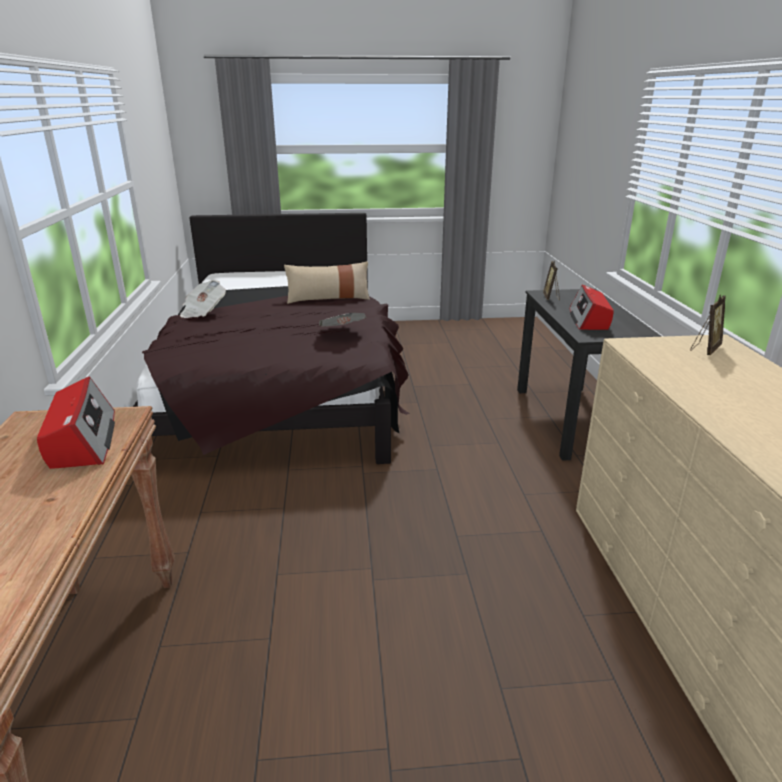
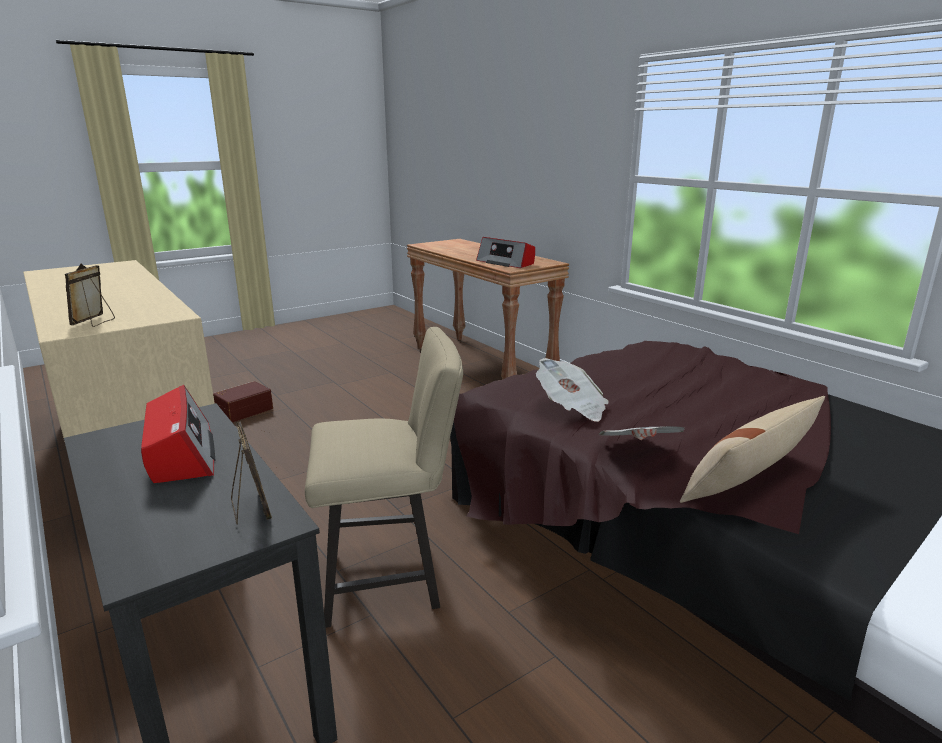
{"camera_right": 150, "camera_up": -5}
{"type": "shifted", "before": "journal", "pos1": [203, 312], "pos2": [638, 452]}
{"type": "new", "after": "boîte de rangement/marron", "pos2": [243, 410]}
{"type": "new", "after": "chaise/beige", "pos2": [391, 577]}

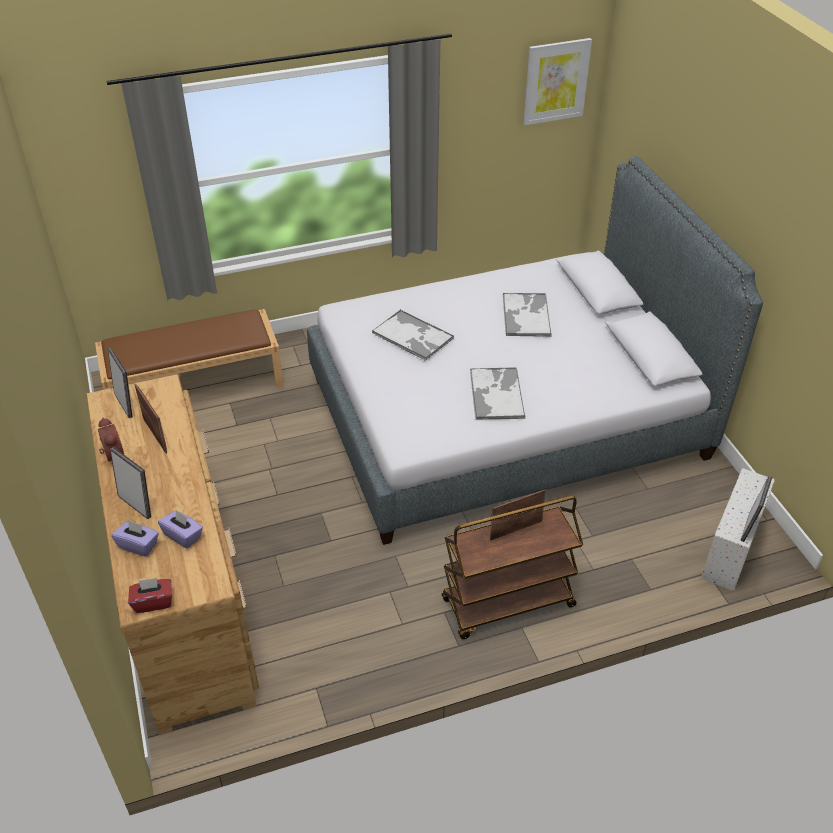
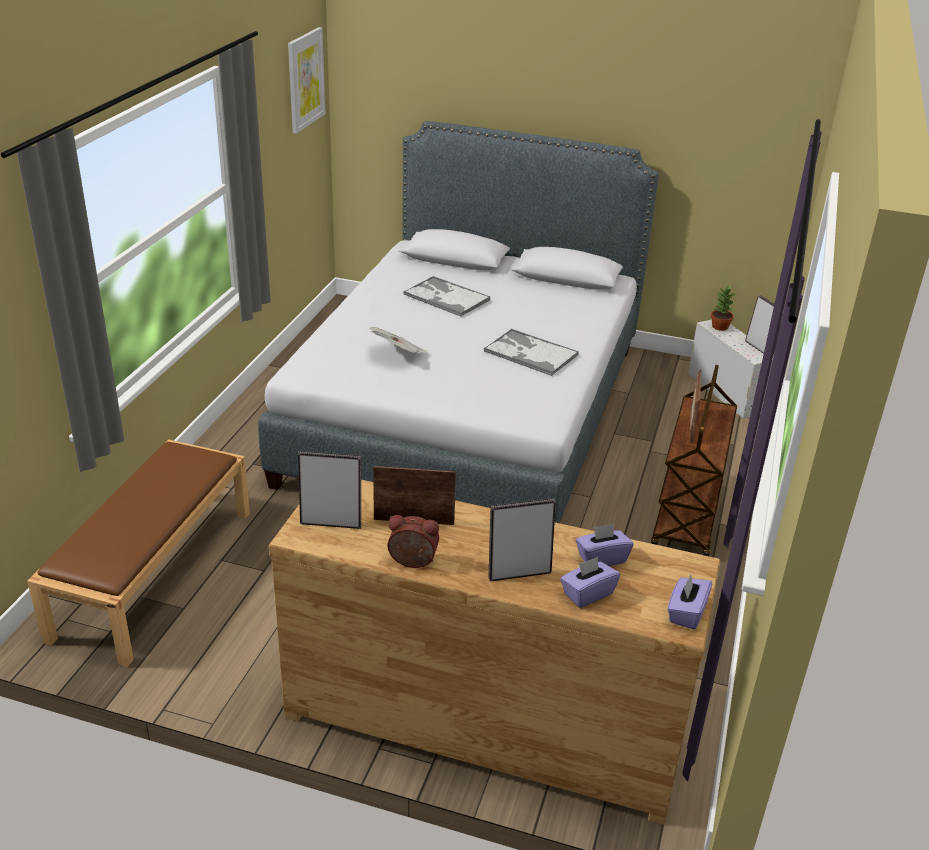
{"camera_right": -55, "camera_up": -10}
{"type": "repainted", "before": "boîte à mouchoirs/rouge", "after": "boîte à mouchoirs/violet", "pos1": [153, 602], "pos2": [686, 613]}
{"type": "swapped", "before": "plateau", "after": "journal", "pos1": [413, 336], "pos2": [398, 354]}
{"type": "new", "after": "plante en pot", "pos2": [719, 327]}

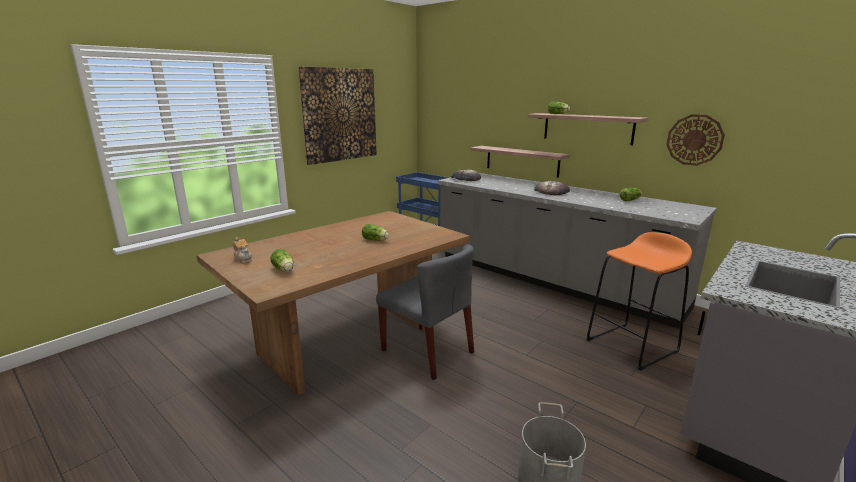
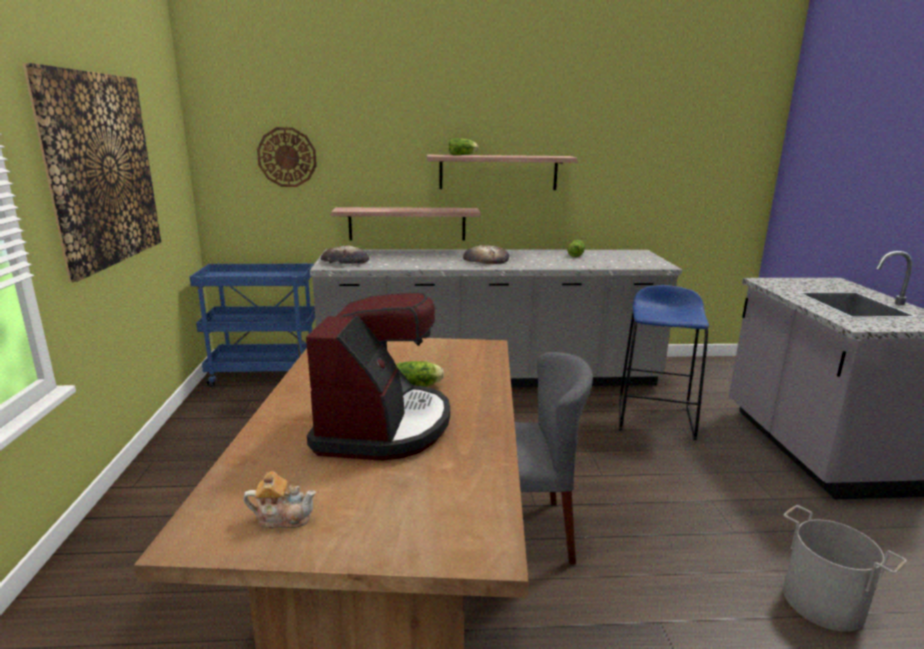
{"camera_right": -45, "camera_up": 0}
{"type": "gone", "before": "laitue", "pos1": [284, 270]}
{"type": "repainted", "before": "tabouret/orange", "after": "tabouret/bleu", "pos1": [632, 345], "pos2": [655, 418]}
{"type": "shifted", "before": "horloge murale", "pos1": [694, 140], "pos2": [287, 157]}
{"type": "new", "after": "machine à café", "pos2": [383, 426]}

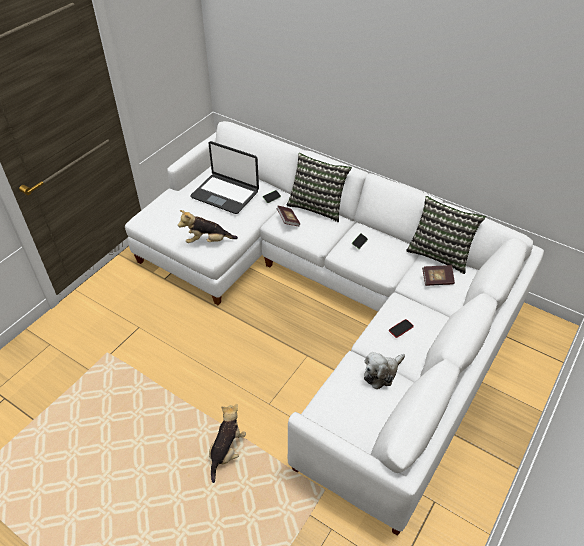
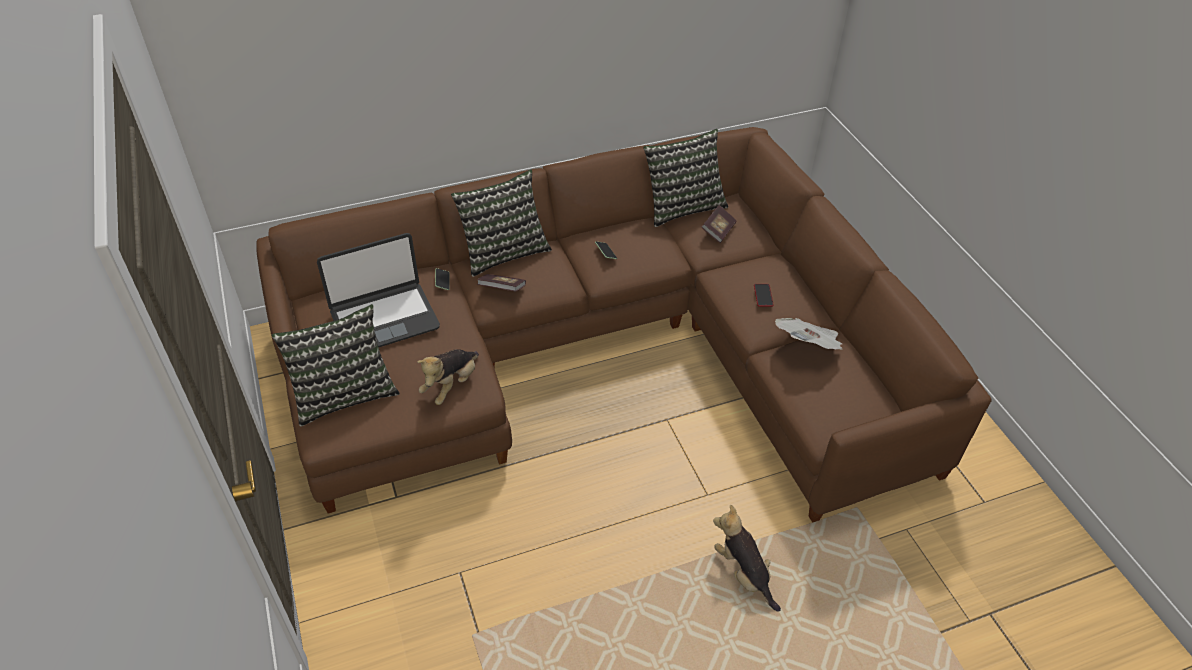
{"camera_right": -55, "camera_up": 0}
{"type": "repainted", "before": "canapé/blanc", "after": "canapé/marron", "pos1": [330, 301], "pos2": [604, 352]}
{"type": "swapped", "before": "peluche", "after": "journal", "pos1": [382, 373], "pos2": [808, 346]}
{"type": "new", "after": "coussin", "pos2": [344, 393]}

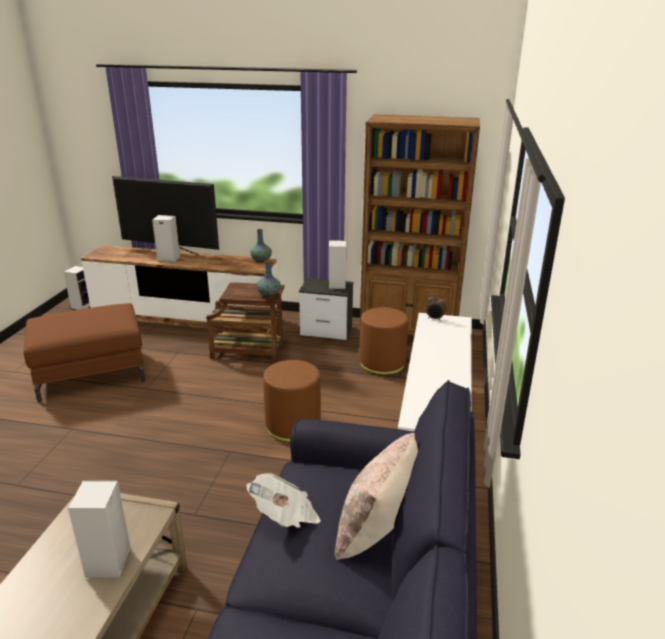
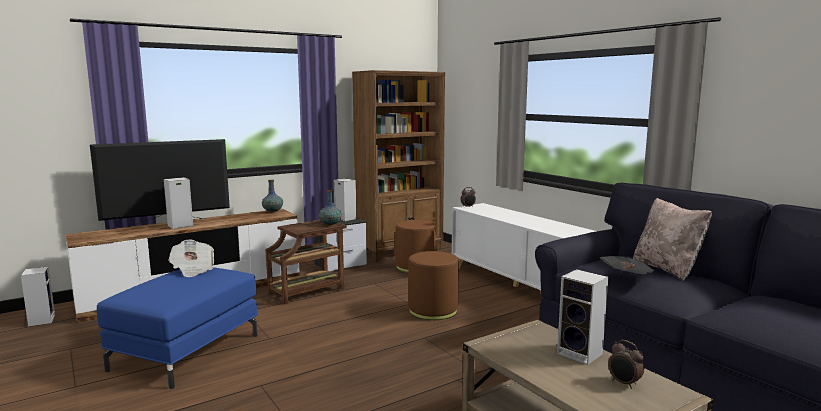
{"camera_right": -45, "camera_up": -15}
{"type": "repainted", "before": "pouf/marron", "after": "pouf/bleu", "pos1": [91, 373], "pos2": [186, 351]}
{"type": "new", "after": "journal", "pos2": [193, 270]}
{"type": "new", "after": "réveil", "pos2": [624, 383]}

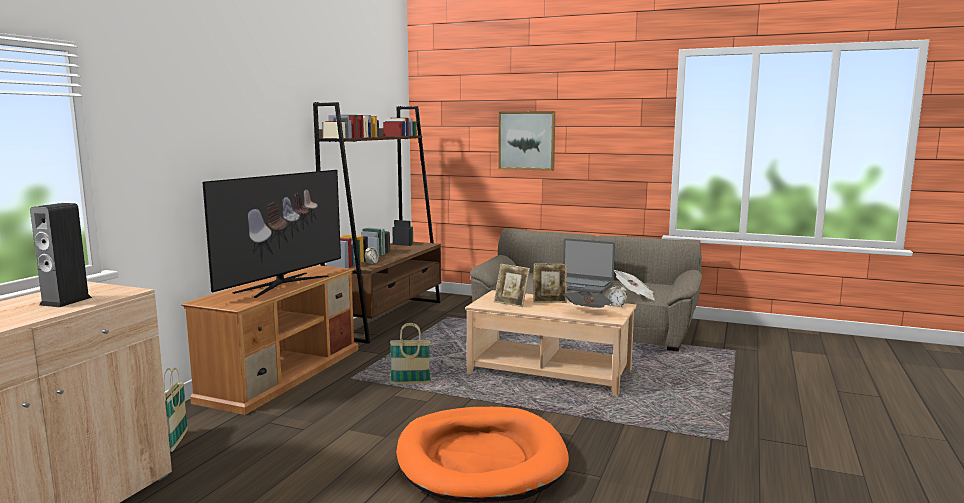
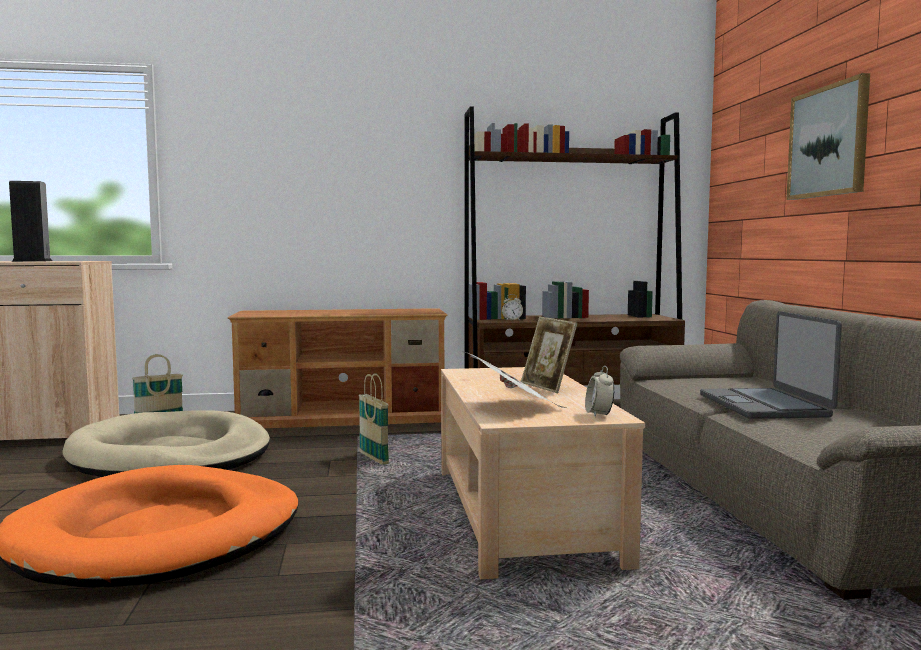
{"camera_right": 60, "camera_up": -5}
{"type": "gone", "before": "téléviseur", "pos1": [281, 284]}
{"type": "gone", "before": "cadre photo", "pos1": [511, 303]}
{"type": "gone", "before": "journal", "pos1": [634, 296]}
{"type": "new", "after": "panier pour chien/beige", "pos2": [171, 455]}

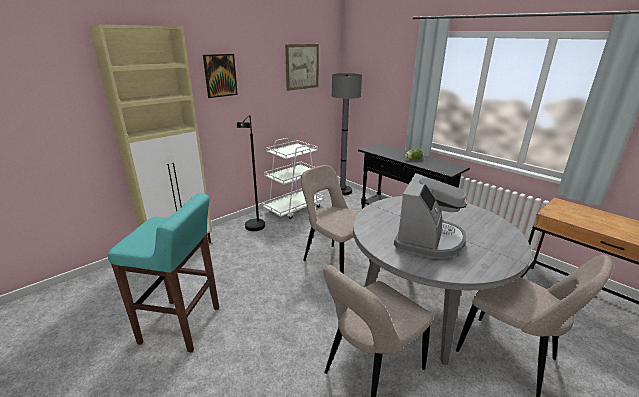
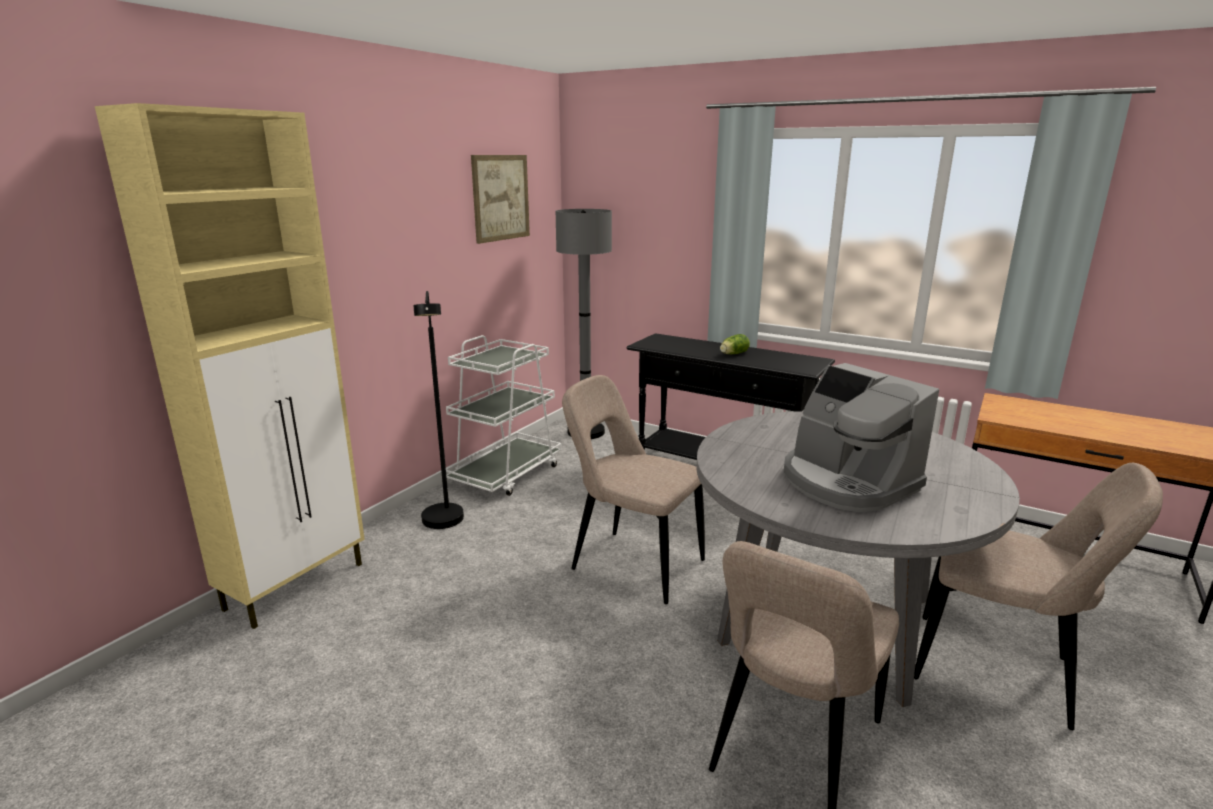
{"camera_right": -15, "camera_up": -5}
{"type": "gone", "before": "tabouret/turquoise", "pos1": [182, 325]}
{"type": "gone", "before": "tableau", "pos1": [220, 75]}
{"type": "rotated", "before": "machine à café", "pos1": [428, 240], "pos2": [846, 482], "turn": 135}

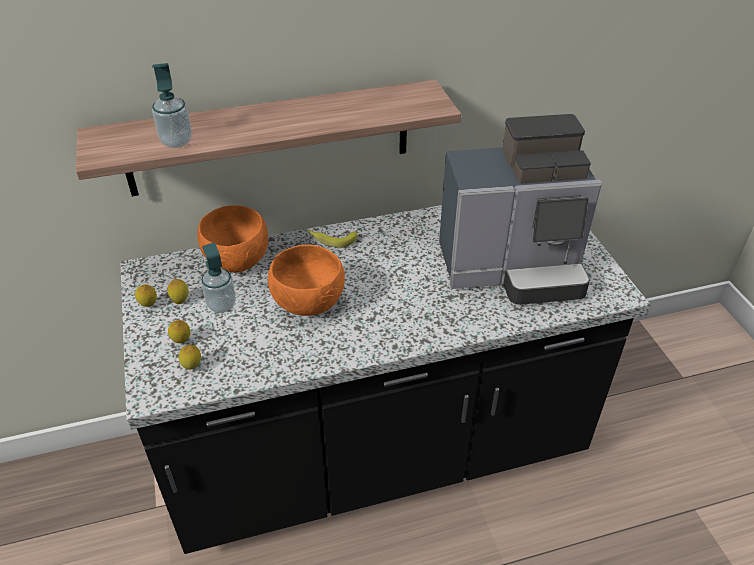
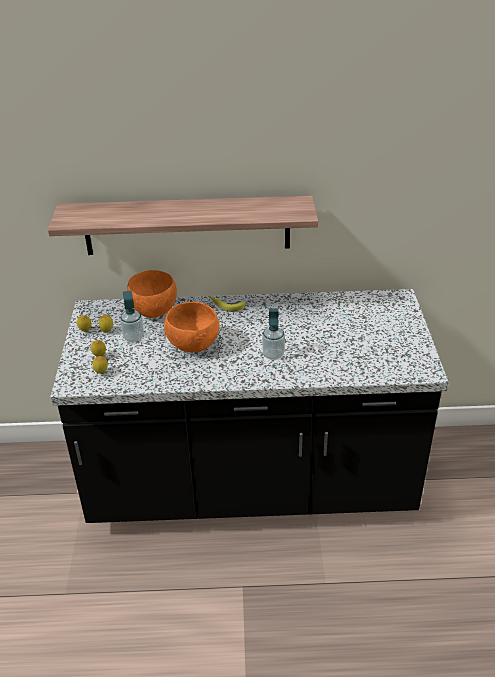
{"camera_right": 15, "camera_up": -5}
{"type": "shifted", "before": "distributeur de savon", "pos1": [176, 141], "pos2": [273, 354]}
{"type": "gone", "before": "machine à café", "pos1": [513, 268]}

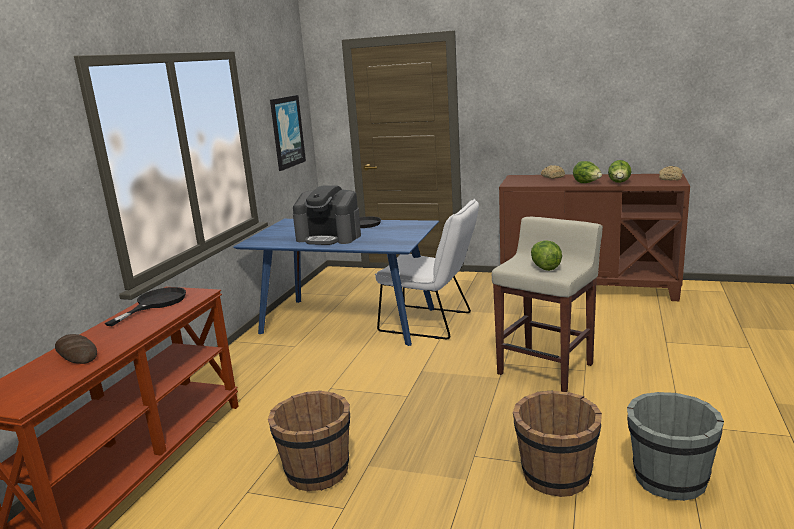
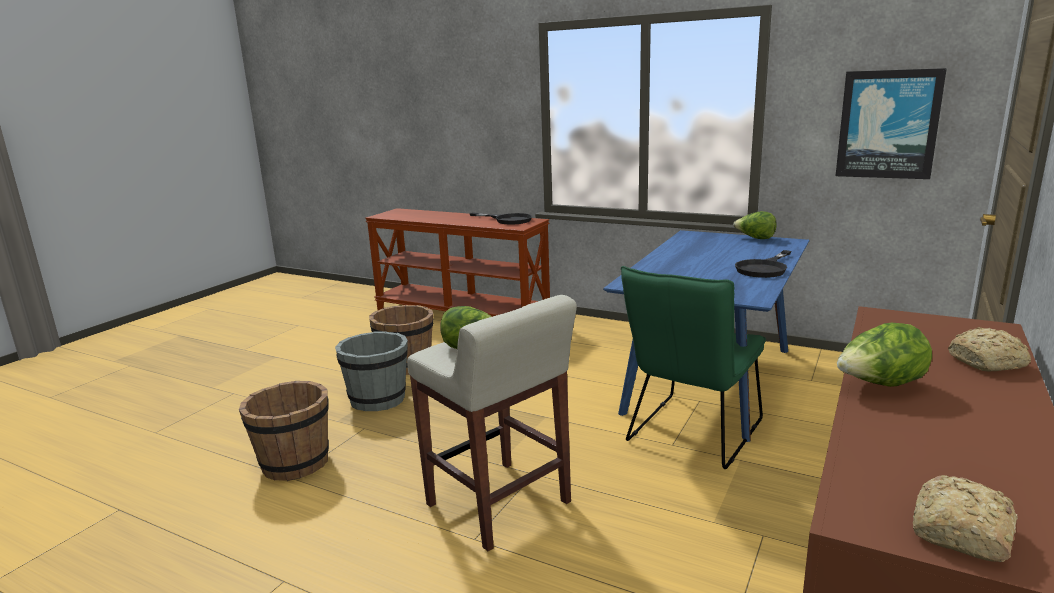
{"camera_right": 100, "camera_up": 0}
{"type": "gone", "before": "pain", "pos1": [77, 353]}
{"type": "gone", "before": "machine à café", "pos1": [329, 237]}
{"type": "repainted", "before": "chaise/blanc", "after": "chaise/vert", "pos1": [431, 323], "pos2": [690, 435]}
{"type": "shifted", "before": "laitue", "pos1": [619, 183], "pos2": [755, 238]}
{"type": "shifted", "before": "seau/gris", "pos1": [668, 479], "pos2": [378, 399]}

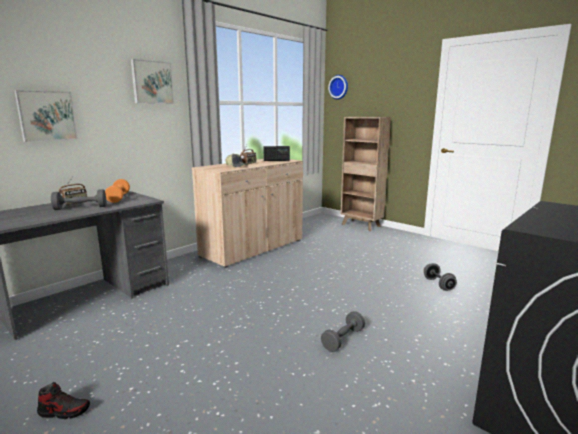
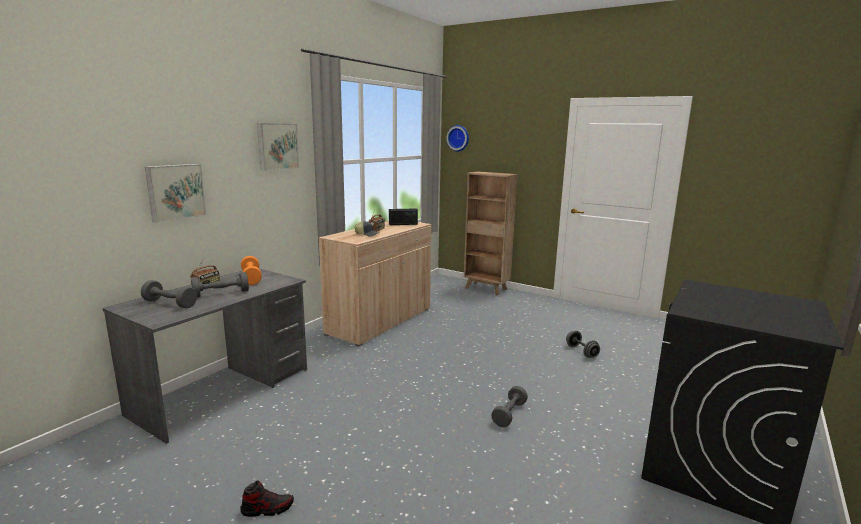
{"camera_right": -10, "camera_up": 0}
{"type": "new", "after": "haltère/gris", "pos2": [170, 304]}

